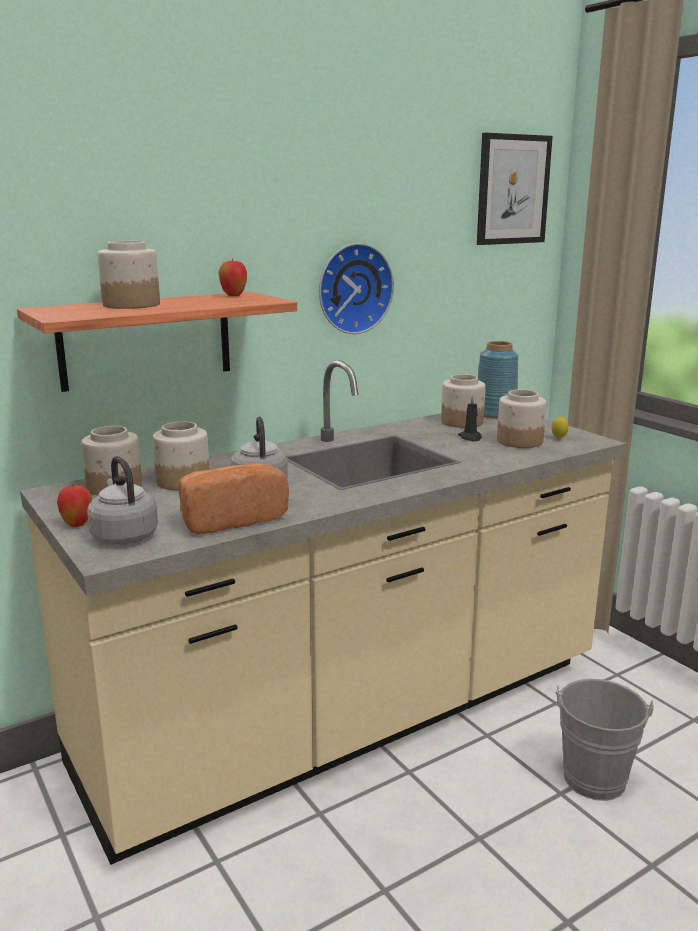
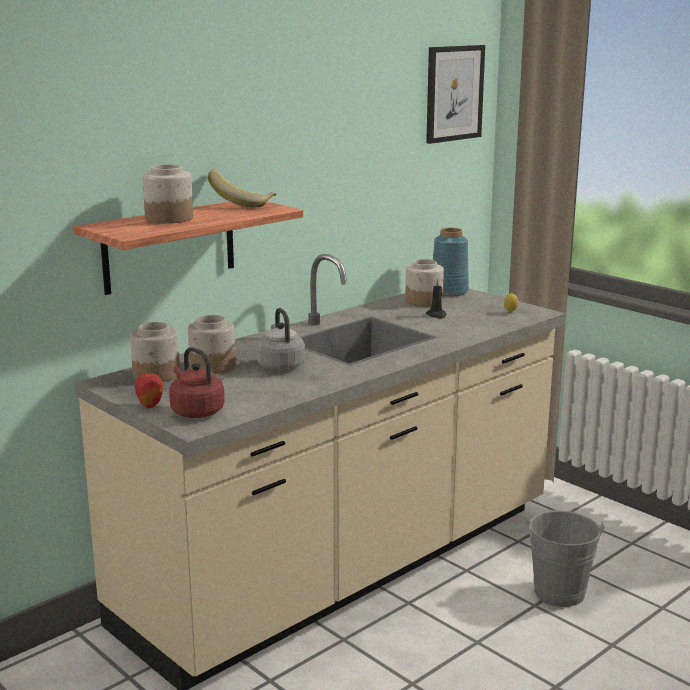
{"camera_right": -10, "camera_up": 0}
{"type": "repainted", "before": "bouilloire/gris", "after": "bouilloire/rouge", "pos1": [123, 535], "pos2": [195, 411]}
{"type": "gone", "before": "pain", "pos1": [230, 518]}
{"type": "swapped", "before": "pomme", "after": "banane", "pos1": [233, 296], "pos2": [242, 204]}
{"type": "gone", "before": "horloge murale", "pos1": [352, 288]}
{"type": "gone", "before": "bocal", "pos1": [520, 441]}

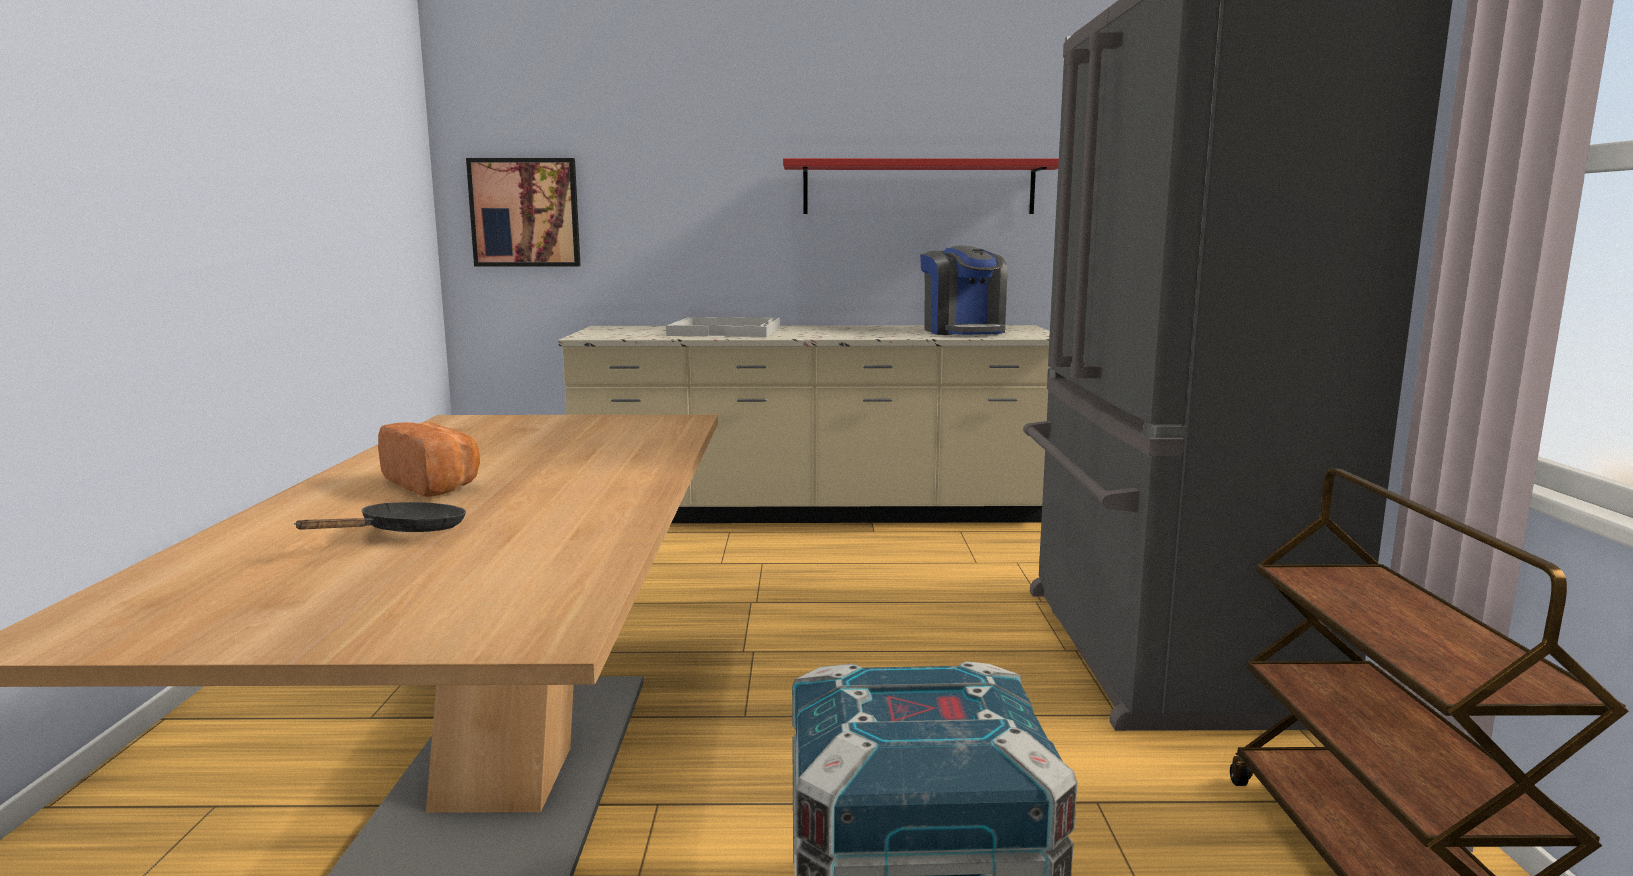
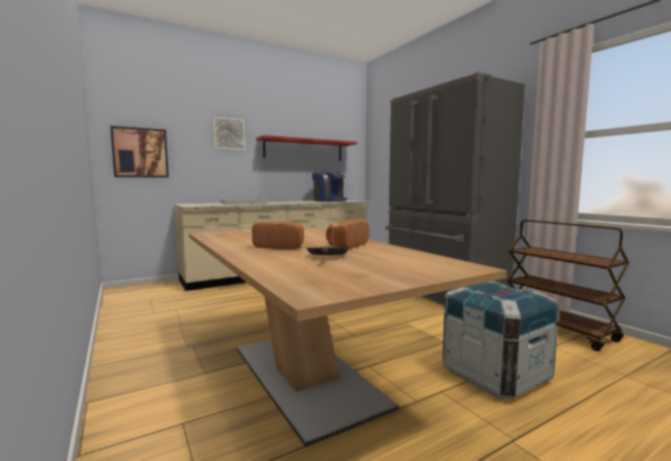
{"camera_right": -30, "camera_up": -5}
{"type": "new", "after": "tableau", "pos2": [228, 134]}
{"type": "new", "after": "pain", "pos2": [345, 246]}

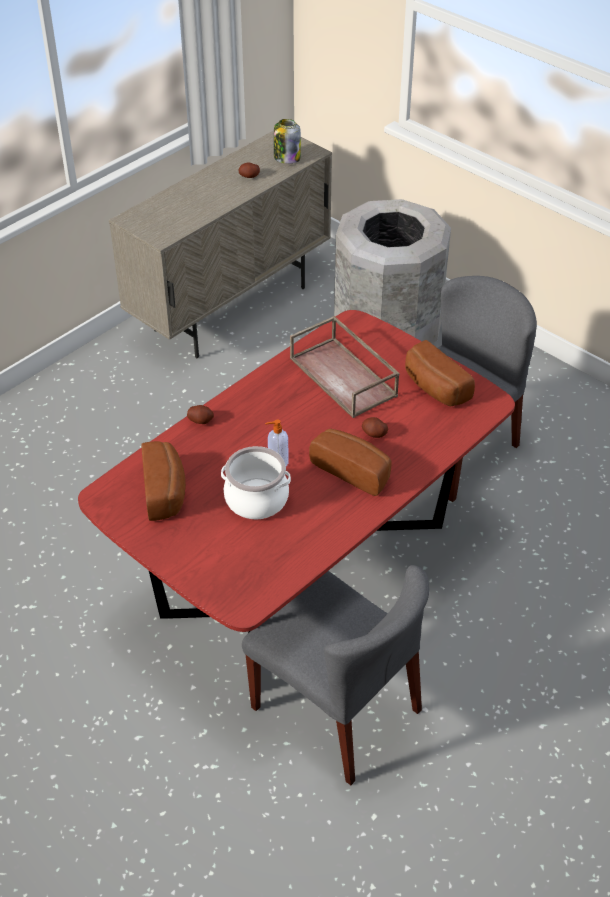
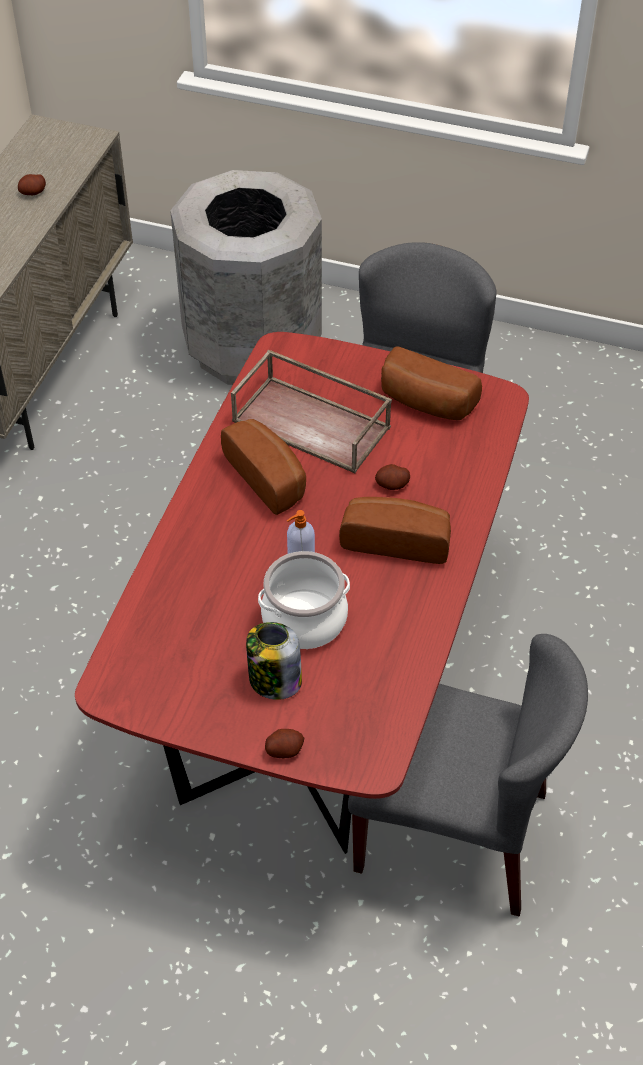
{"camera_right": -25, "camera_up": 5}
{"type": "shifted", "before": "pain", "pos1": [166, 491], "pos2": [269, 477]}
{"type": "shifted", "before": "pomme de terre", "pos1": [200, 420], "pos2": [284, 750]}
{"type": "shifted", "before": "bocal", "pos1": [286, 158], "pos2": [274, 680]}

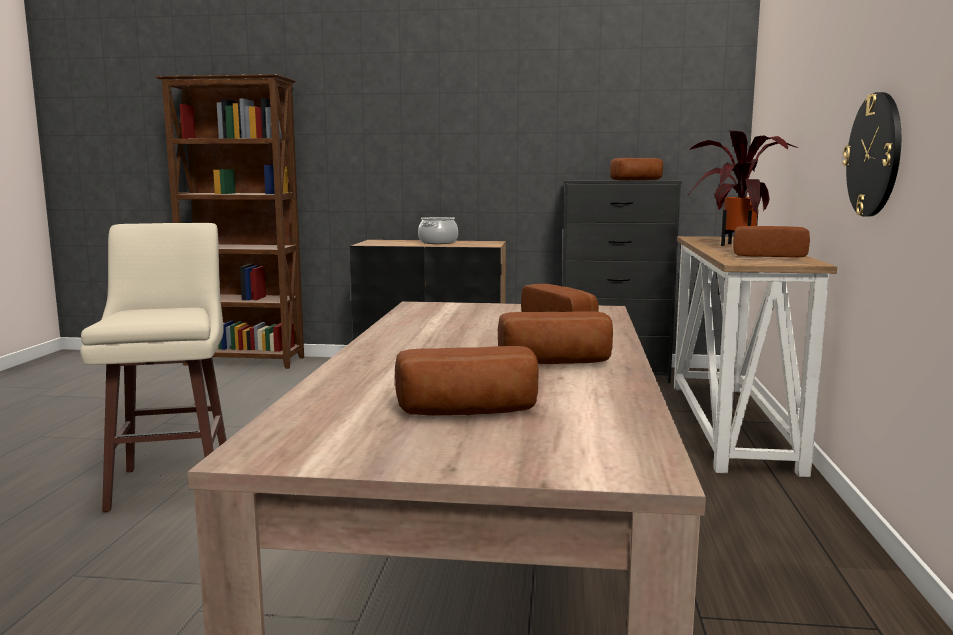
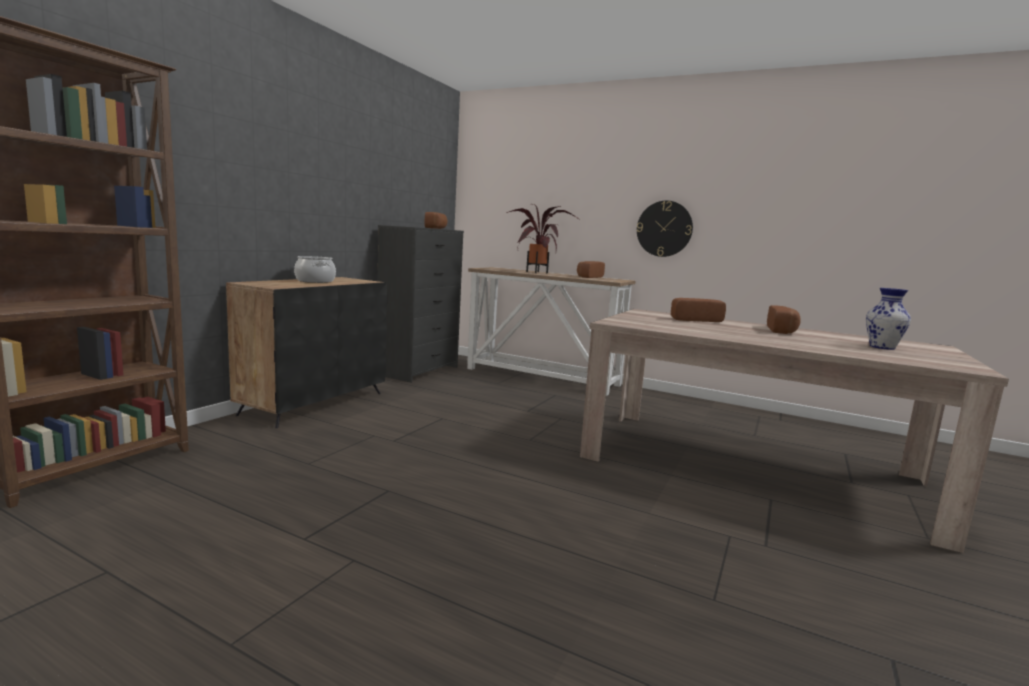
{"camera_right": -70, "camera_up": 0}
{"type": "gone", "before": "tabouret/beige", "pos1": [173, 483]}
{"type": "swapped", "before": "pain", "after": "vase", "pos1": [469, 412], "pos2": [882, 347]}

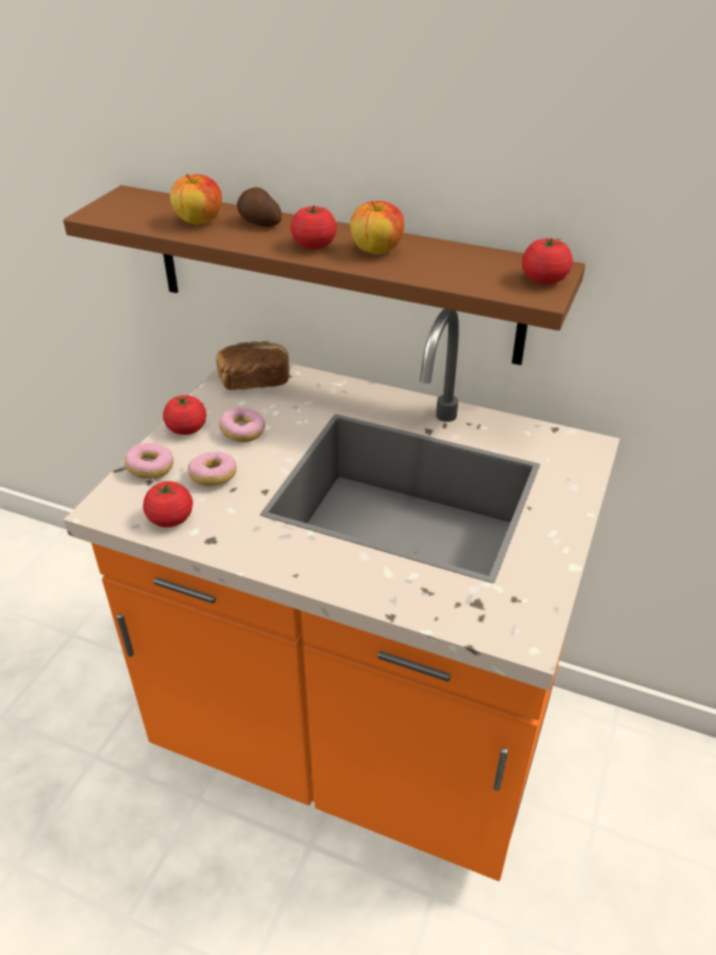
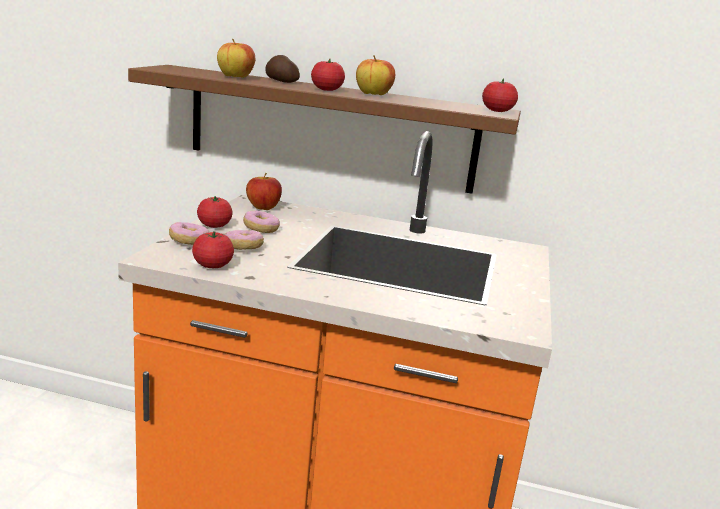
{"camera_right": -10, "camera_up": -20}
{"type": "swapped", "before": "pain", "after": "pomme", "pos1": [254, 381], "pos2": [263, 208]}

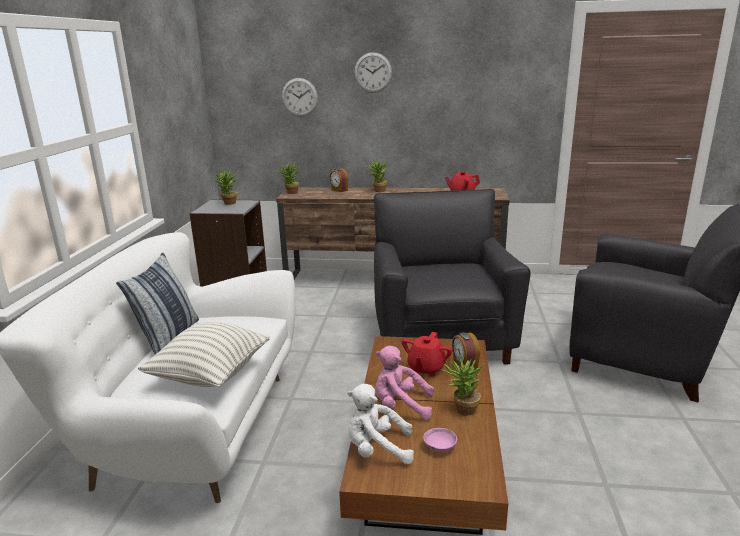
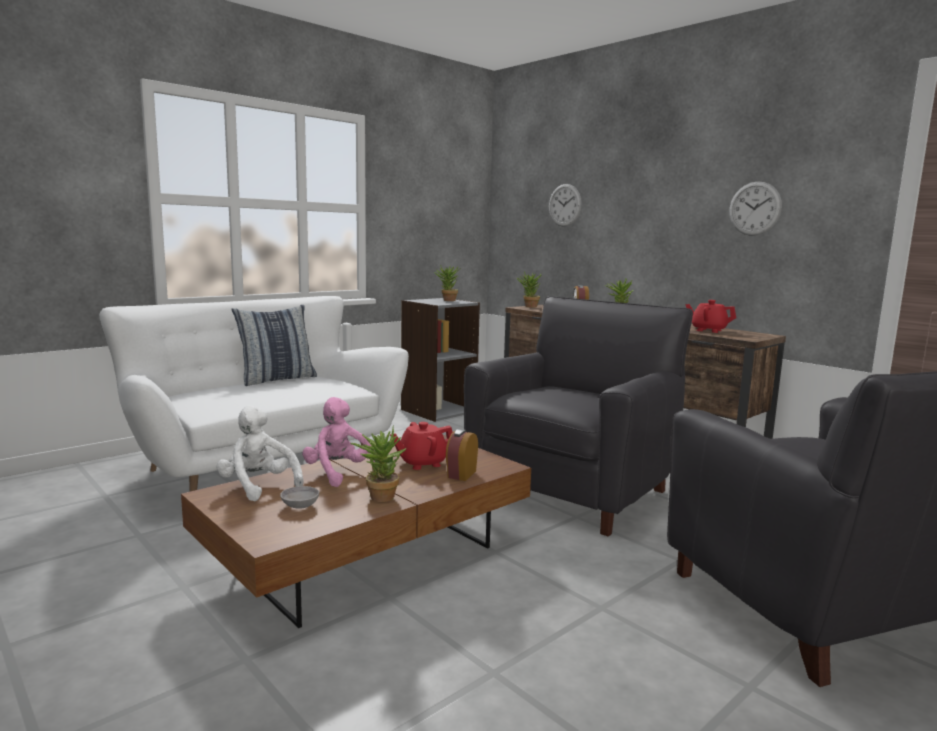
{"camera_right": 40, "camera_up": -10}
{"type": "gone", "before": "coussin", "pos1": [210, 375]}
{"type": "shifted", "before": "horloge murale", "pos1": [373, 72], "pos2": [755, 208]}
{"type": "repainted", "before": "bol/rose", "after": "bol/gris", "pos1": [439, 447], "pos2": [300, 506]}

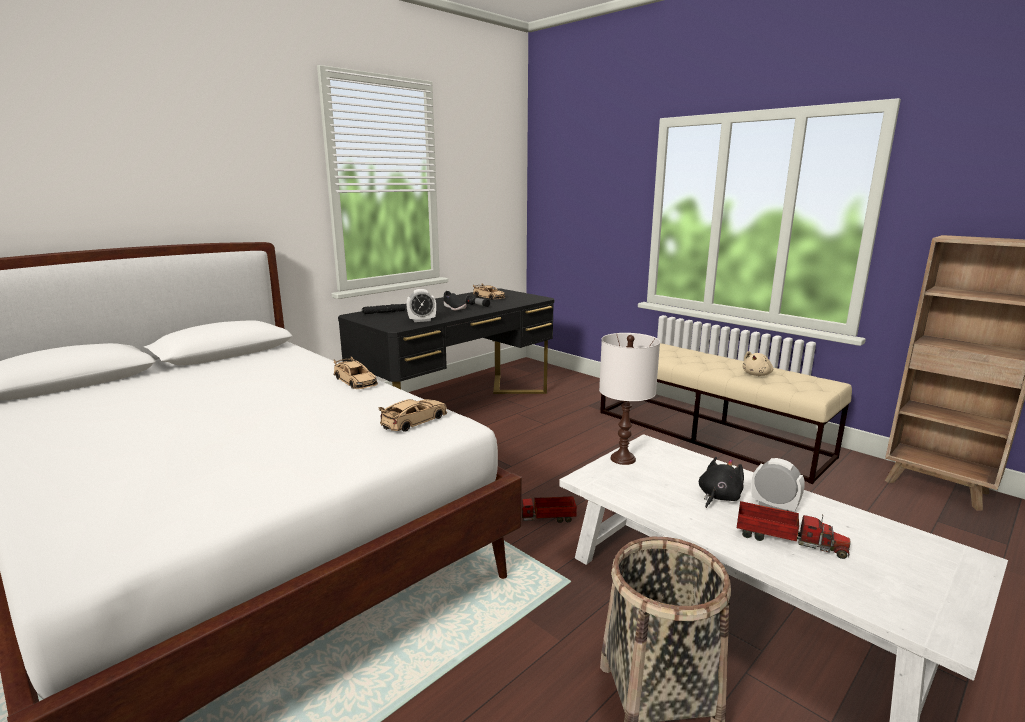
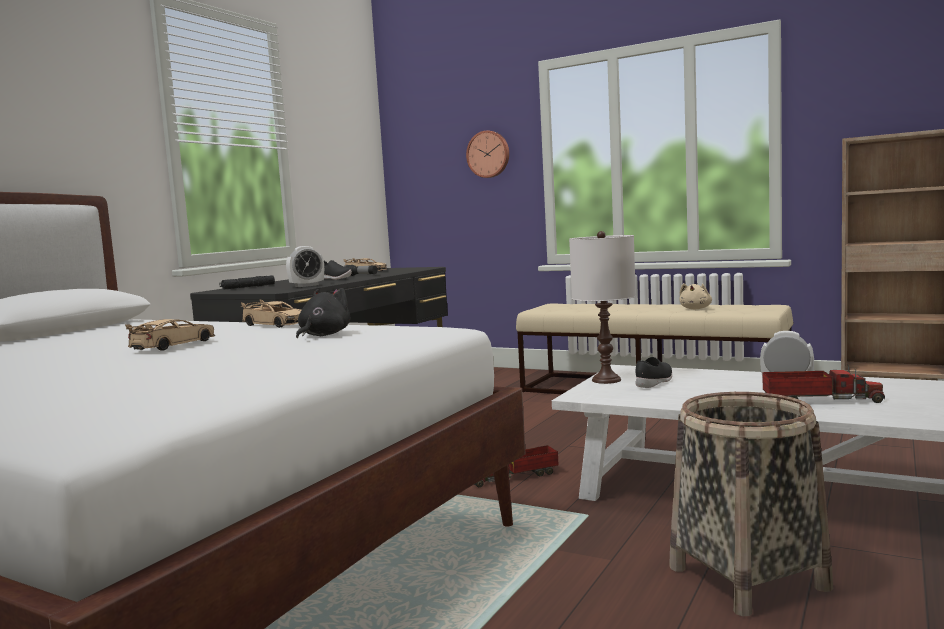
{"camera_right": -15, "camera_up": -10}
{"type": "shifted", "before": "petite voiture/beige", "pos1": [414, 421], "pos2": [174, 345]}
{"type": "shifted", "before": "peluche/noir", "pos1": [718, 497], "pos2": [323, 335]}
{"type": "new", "after": "horloge murale", "pos2": [488, 154]}
{"type": "new", "after": "chaussure/noir", "pos2": [654, 382]}

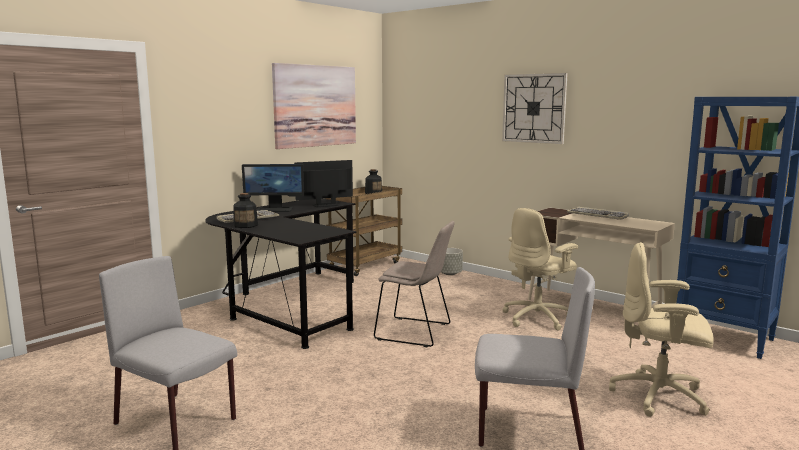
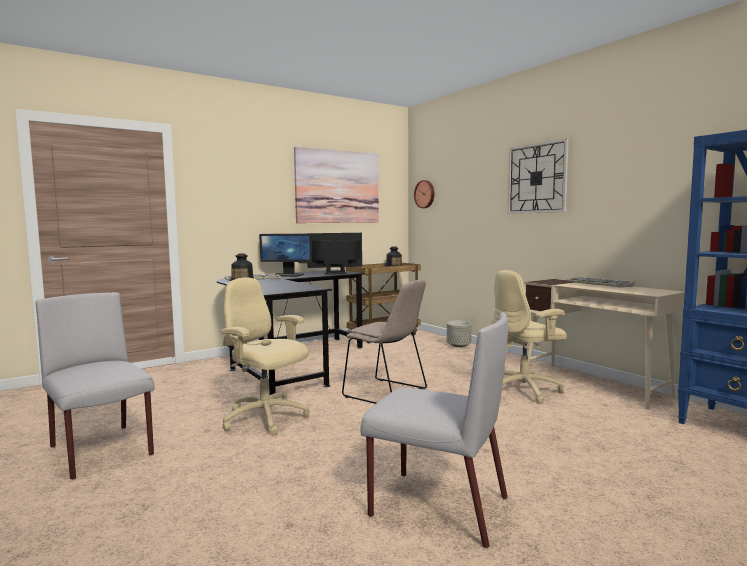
{"camera_right": 15, "camera_up": -5}
{"type": "shifted", "before": "chaise de bureau/beige", "pos1": [660, 397], "pos2": [266, 419]}
{"type": "new", "after": "horloge murale", "pos2": [425, 194]}

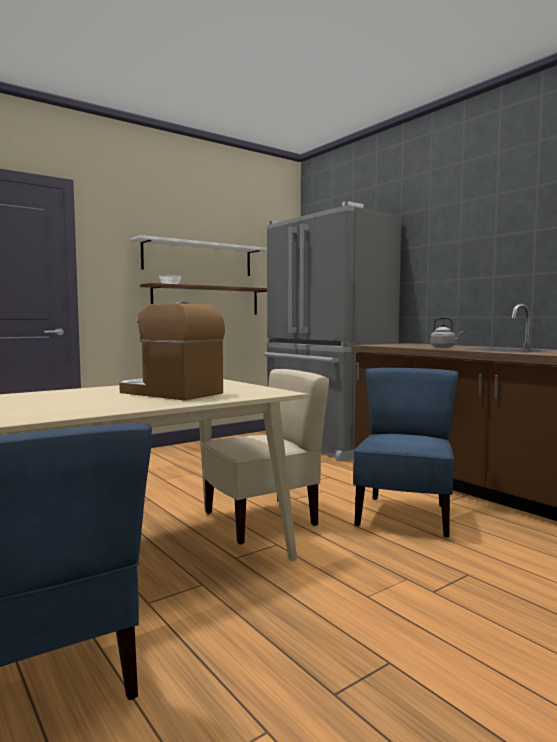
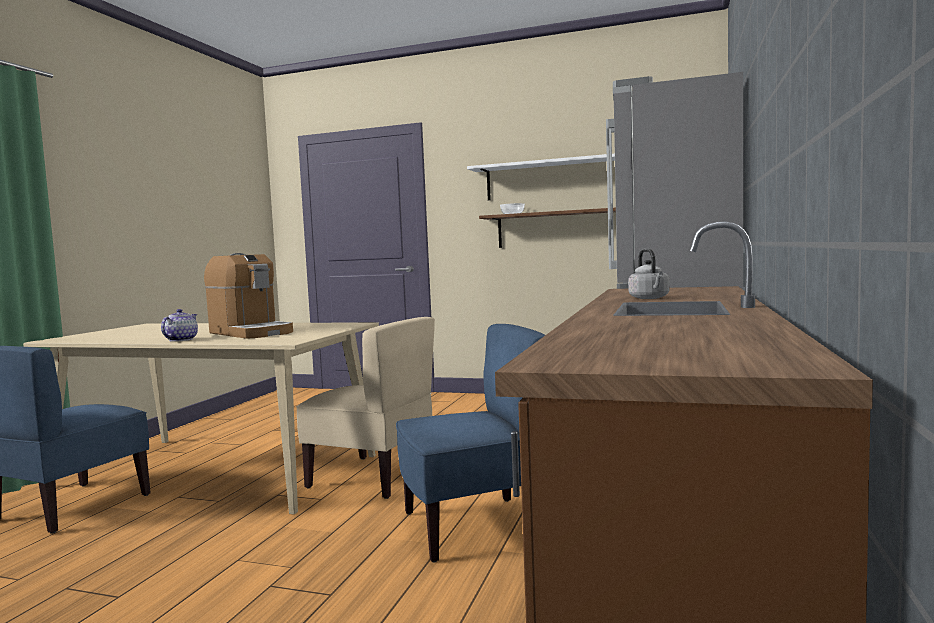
{"camera_right": 55, "camera_up": 0}
{"type": "rotated", "before": "machine à café", "pos1": [170, 393], "pos2": [251, 332], "turn": 135}
{"type": "new", "after": "théière", "pos2": [181, 340]}

